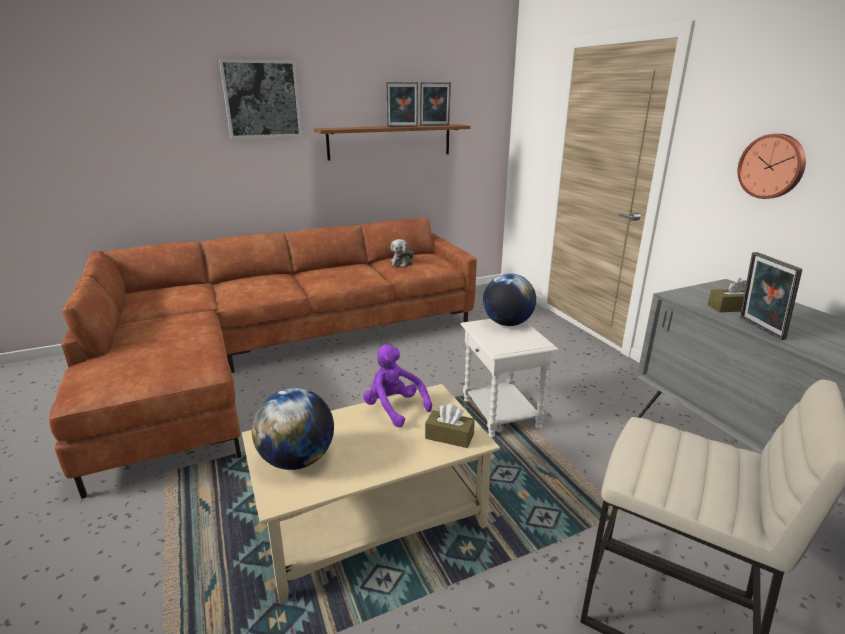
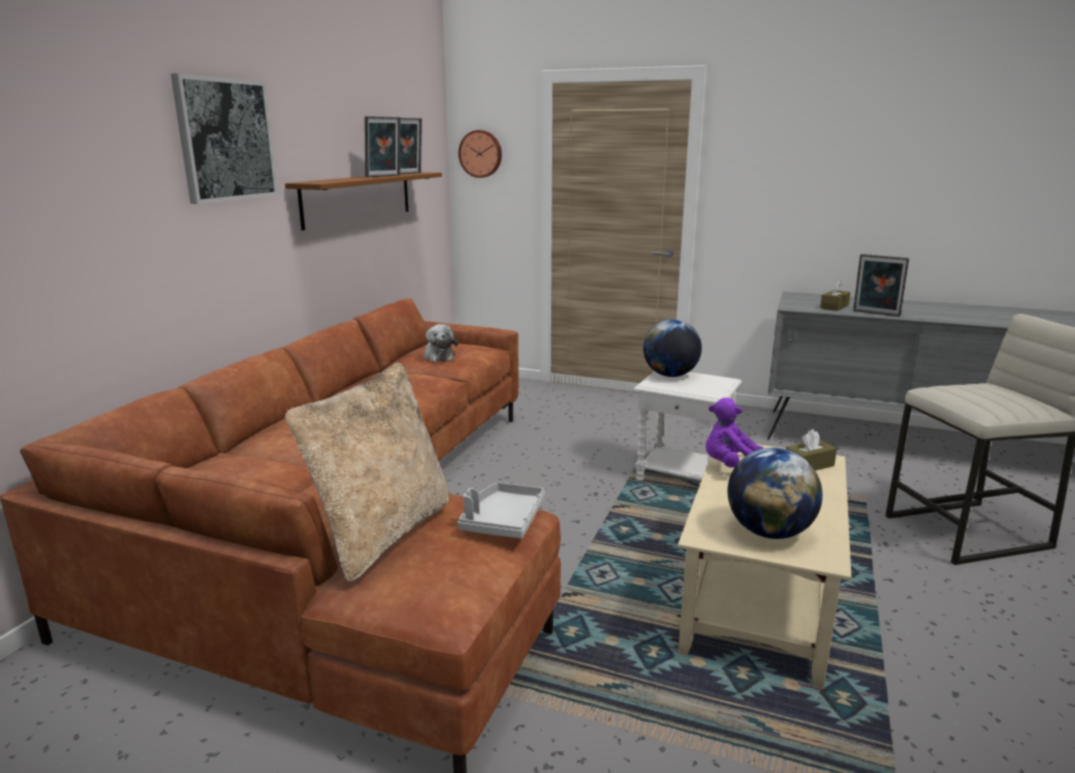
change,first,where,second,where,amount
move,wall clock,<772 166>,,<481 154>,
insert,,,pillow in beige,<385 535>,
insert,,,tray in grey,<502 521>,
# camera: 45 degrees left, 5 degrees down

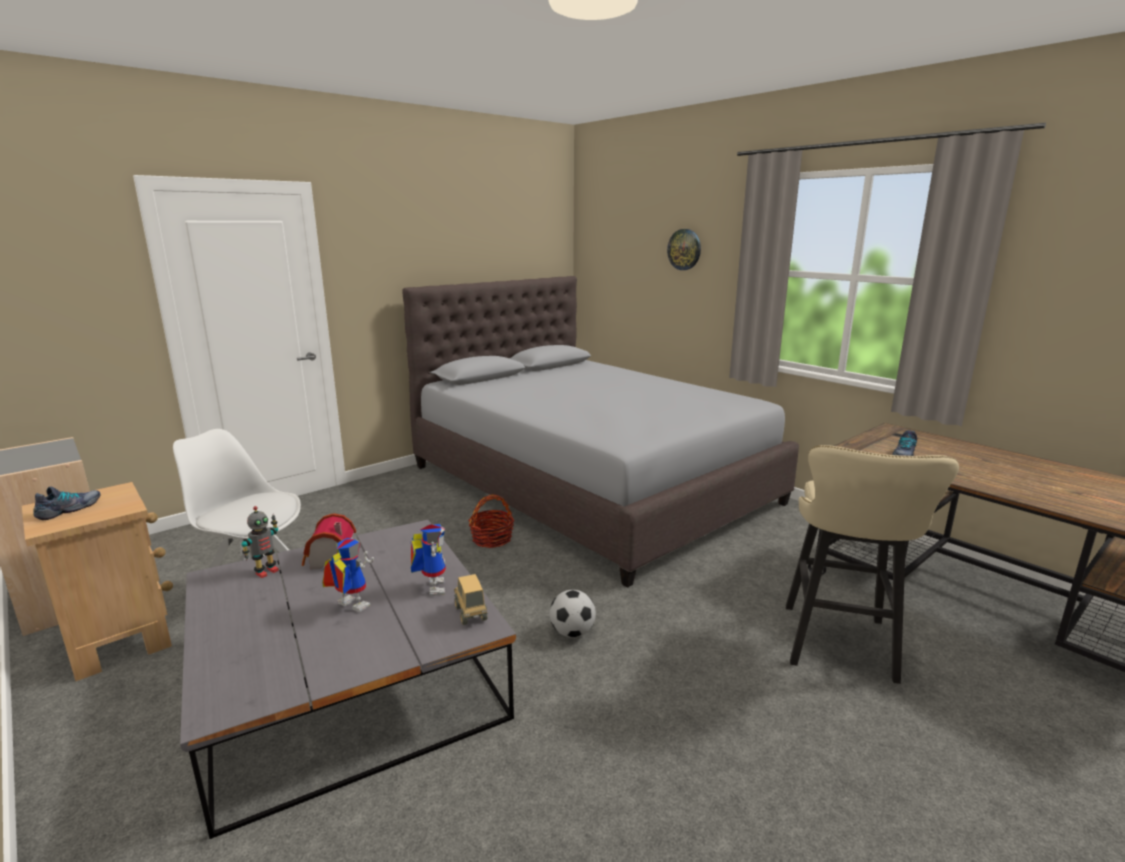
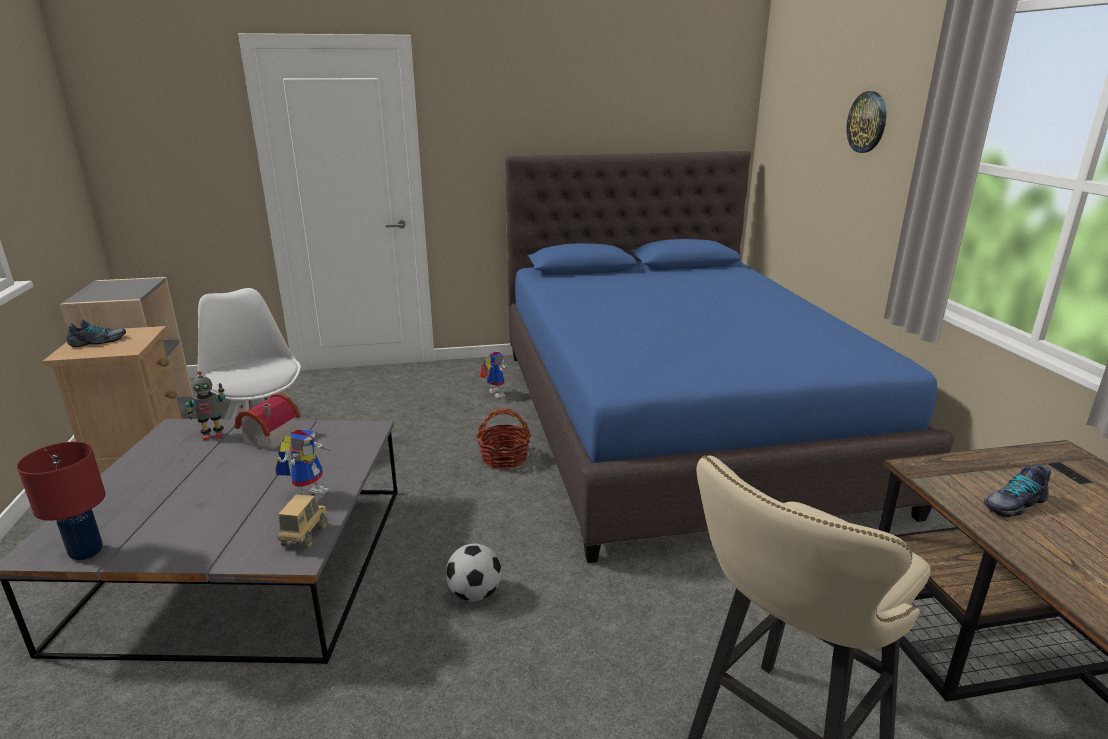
change,first,where,second,where,amount
recolor,bed in grey,<589 484>,bed in blue,<675 421>,
move,toy robot,<348 606>,,<493 394>,
insert,,,table lamp in red,<87 553>,
# camera: 30 degrees right, 5 degrees up

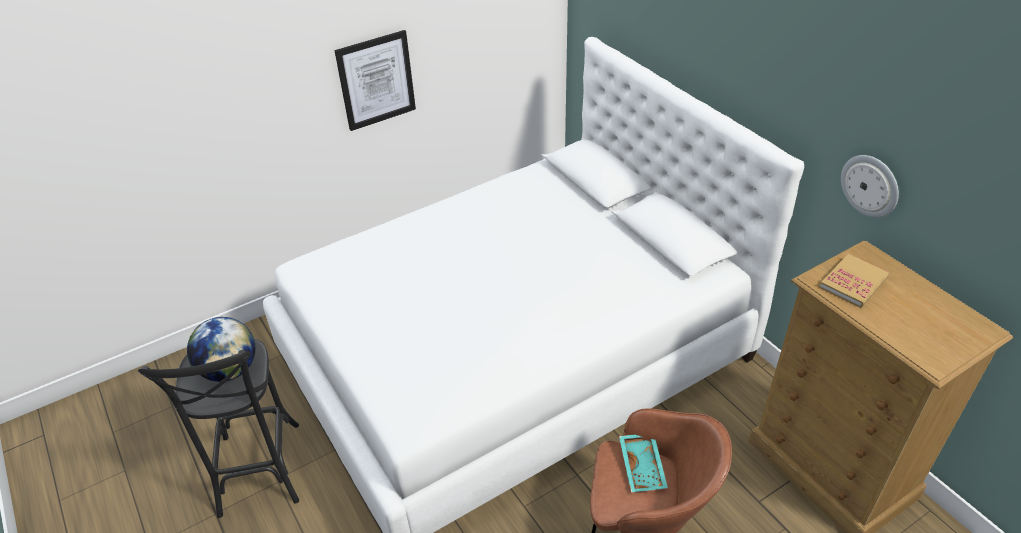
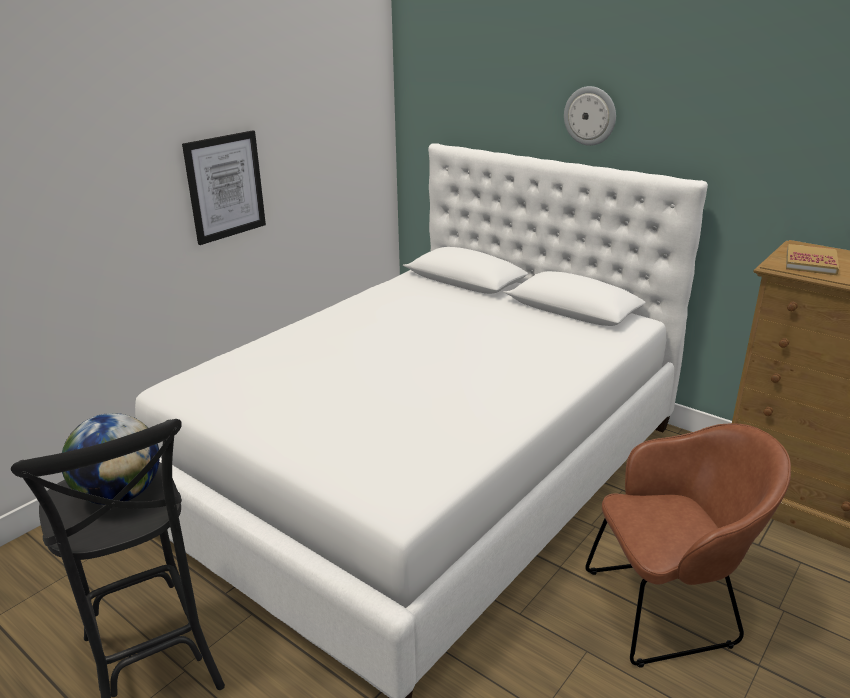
change,first,where,second,where,amount
move,wall clock,<870 185>,,<590 116>,
delete,tray in turquoise,<643 467>,,,
# camera: 20 degrees left, 15 degrees down

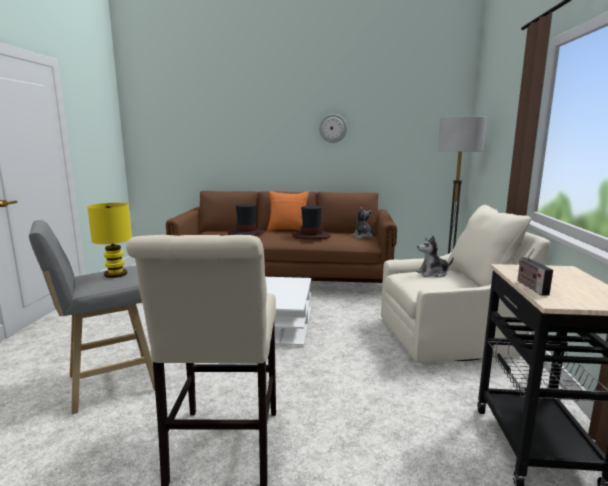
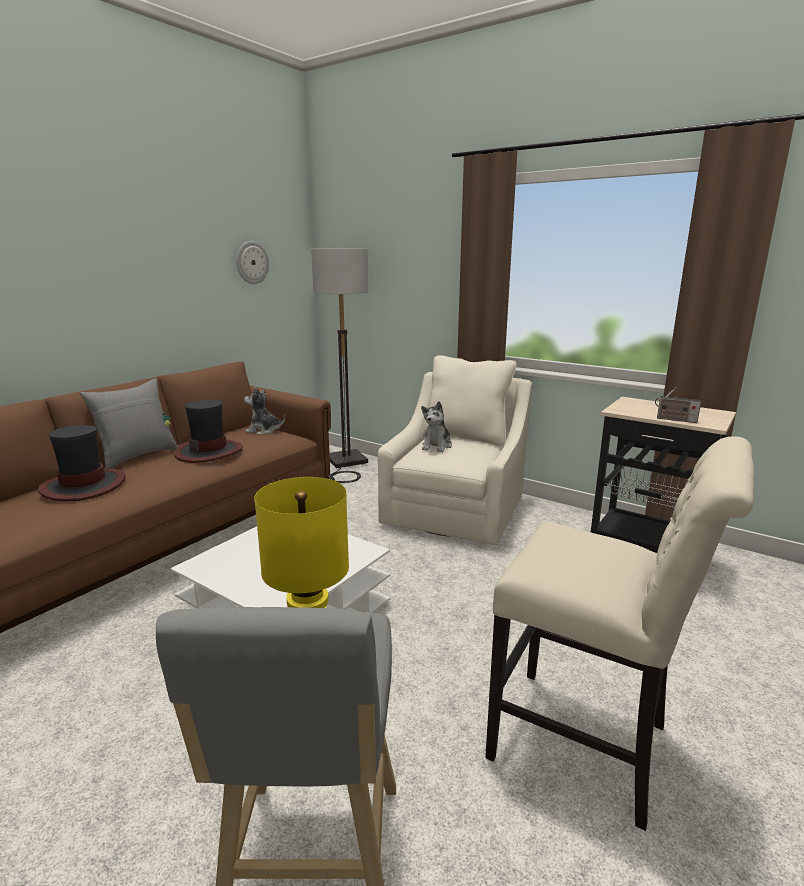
change,first,where,second,where,amount
move,wall clock,<333 128>,,<252 262>,
recolor,pillow in orange,<288 231>,pillow in grey,<138 457>,
# camera: 60 degrees left, 5 degrees up

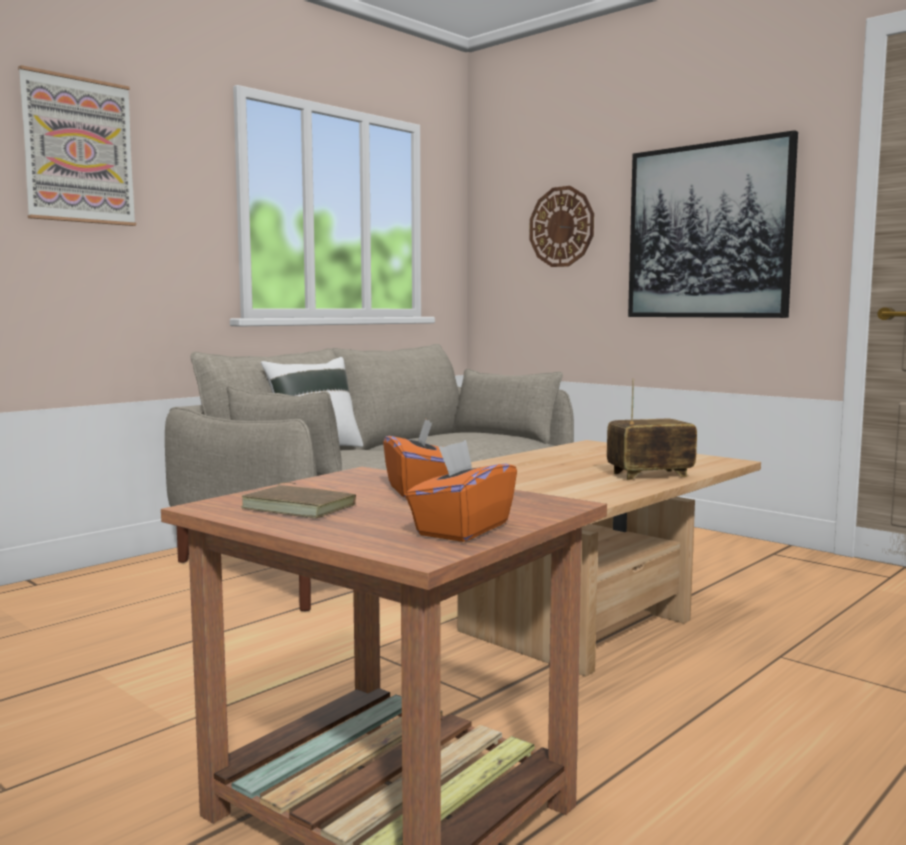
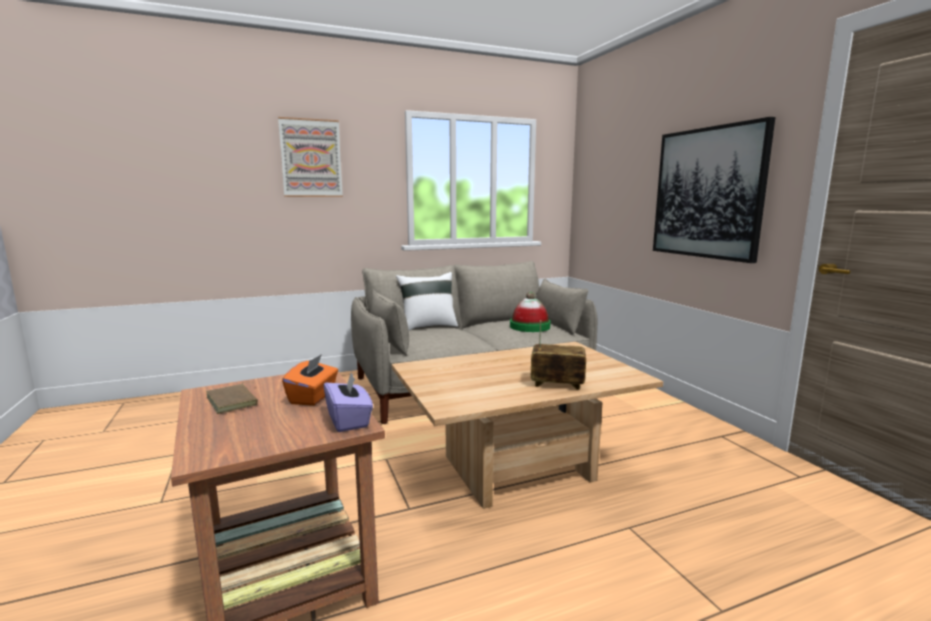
change,first,where,second,where,amount
delete,wall clock,<561 227>,,,
delete,tissue box in orange,<462 529>,,,
insert,,,hat,<529 326>,
insert,,,tissue box in purple,<349 420>,
# camera: 25 degrees right, 5 degrees up

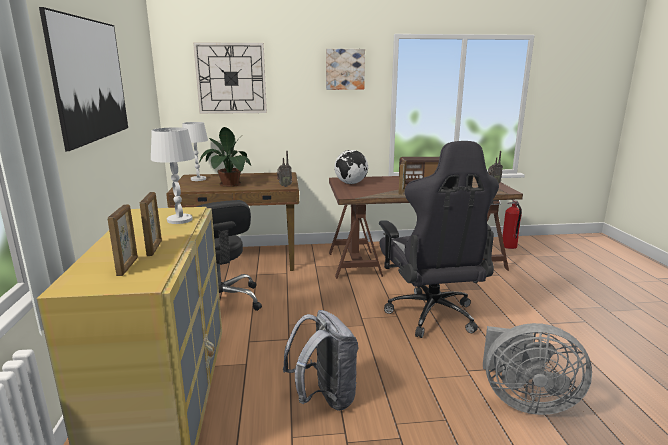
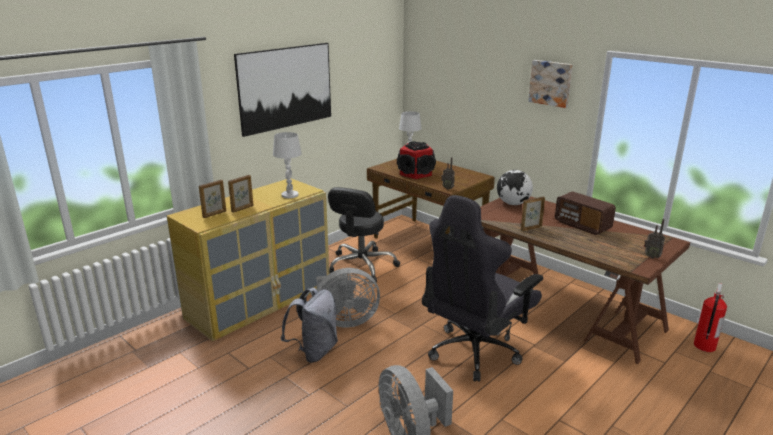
change,first,where,second,where,amount
delete,wall clock,<231 78>,,,
replace,potted plant,<229 184>,speaker,<416 173>,
insert,,,fan in grey,<345 320>,
# camera: 50 degrees right, 5 degrees up

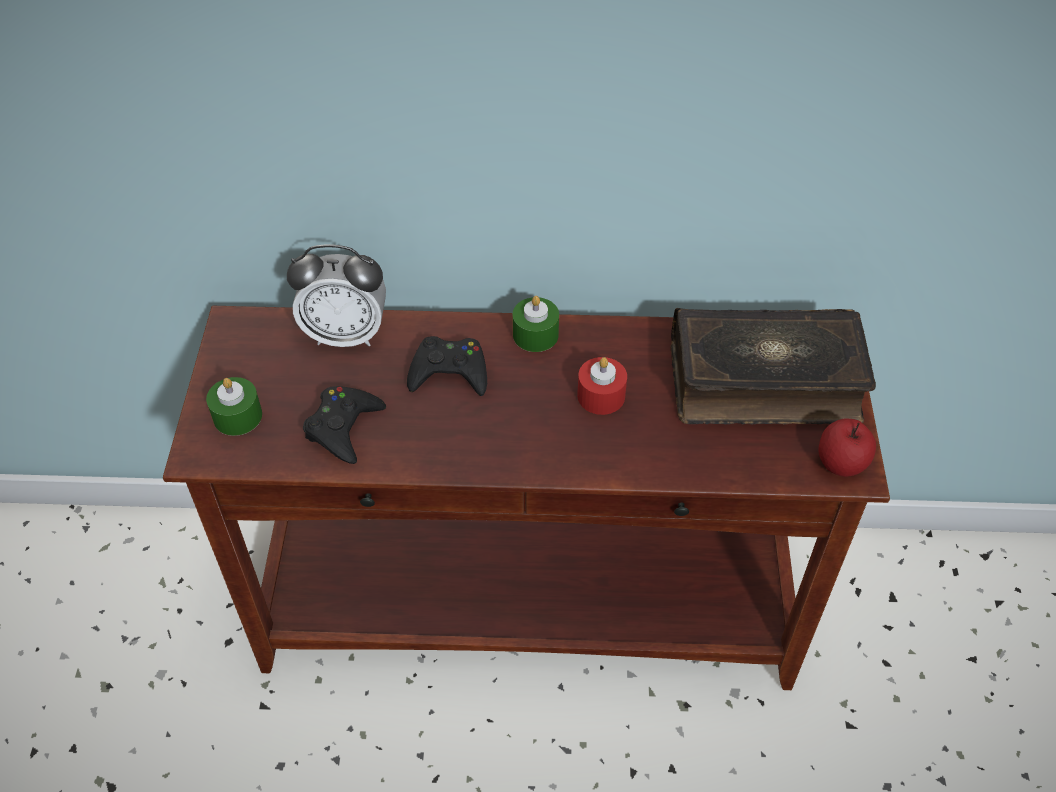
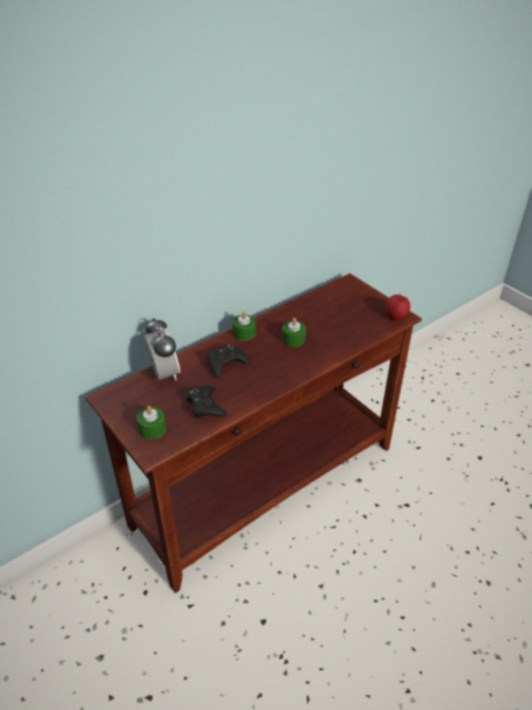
change,first,where,second,where,amount
rotate,alarm clock,<346 334>,,<164 373>,75 degrees counterclockwise
delete,book,<764 382>,,,
recolor,candle in red,<601 396>,candle in green,<293 339>,
# camera: 40 degrees left, 10 degrees down

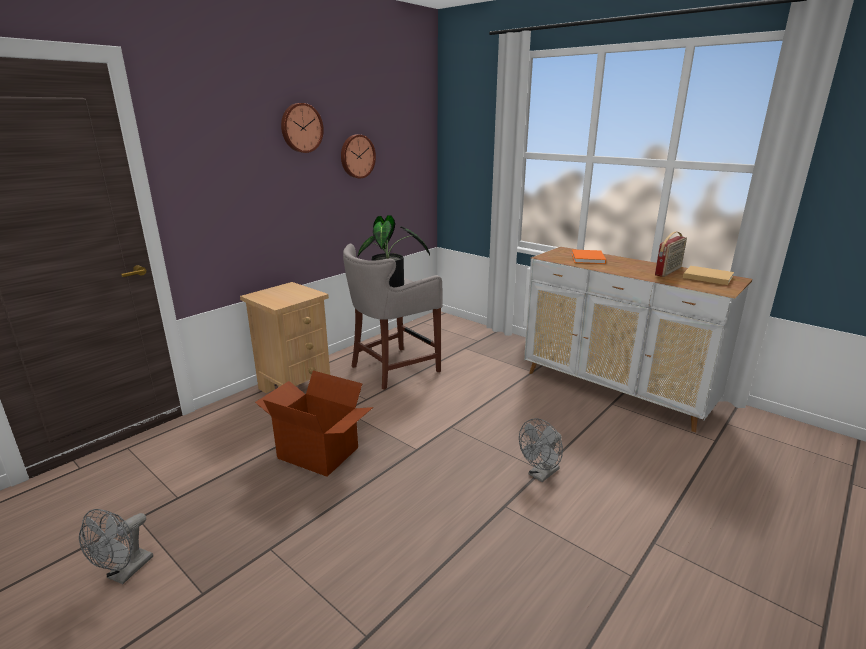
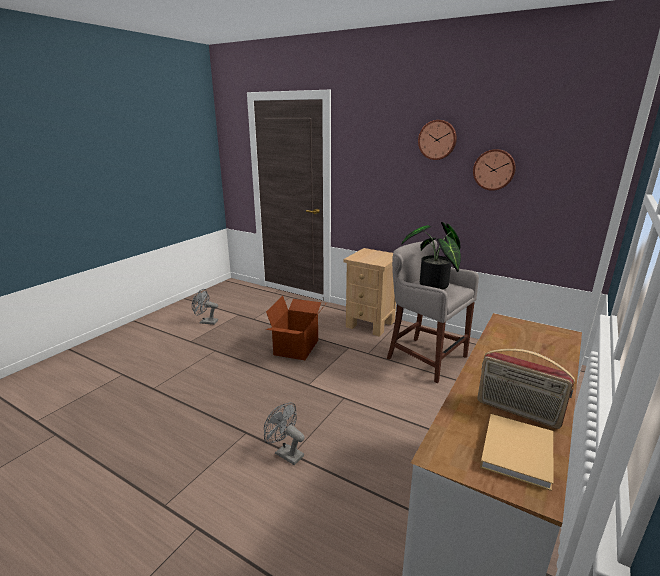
change,first,where,second,where,amount
delete,book in orange,<588 258>,,,
# camera: 80 degrees right, 0 degrees up

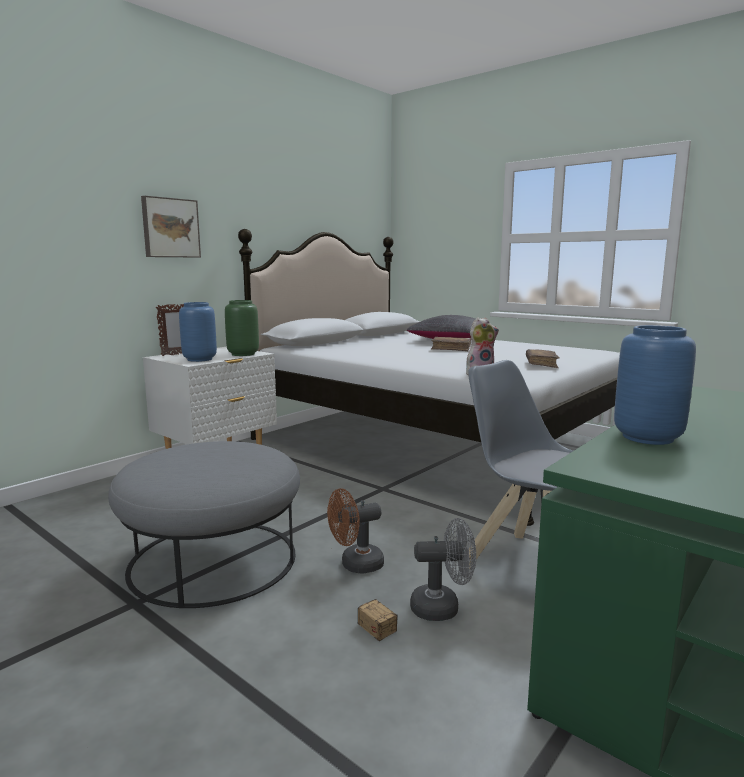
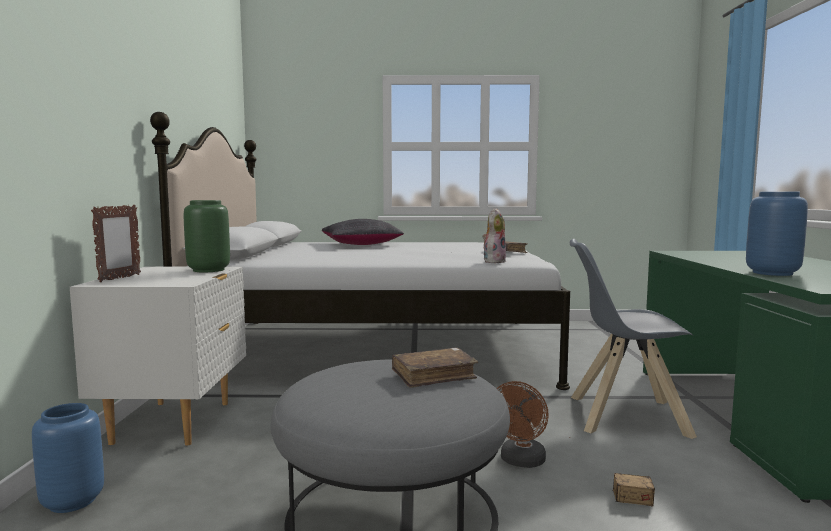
change,first,where,second,where,amount
delete,picture,<170 228>,,,
move,vase in blue,<200 359>,,<74 501>,
move,book in brown,<451 349>,,<433 376>,
delete,fan in grey,<442 607>,,,
# camera: 40 degrees left, 5 degrees down

